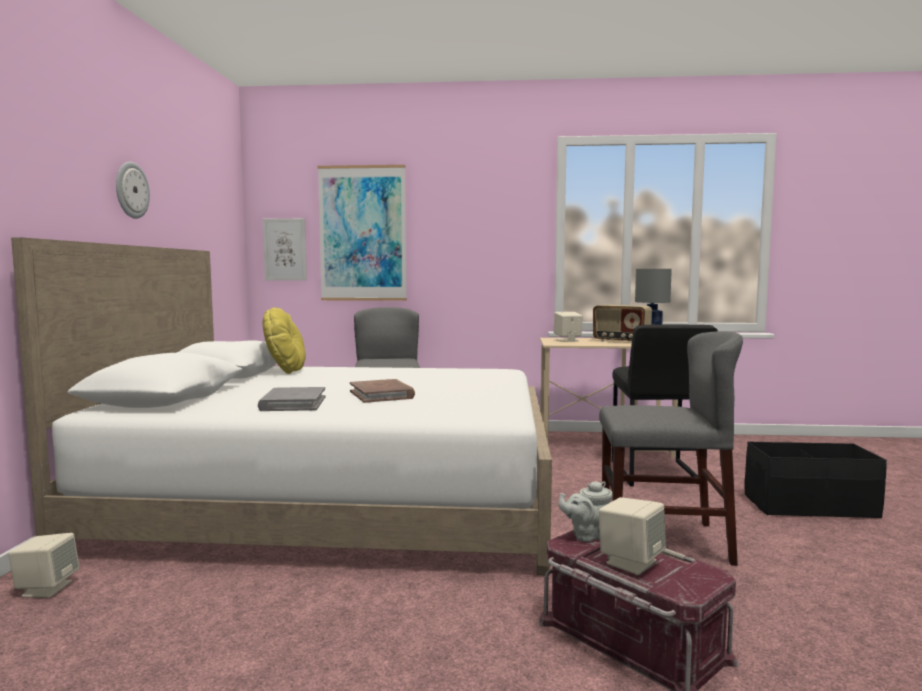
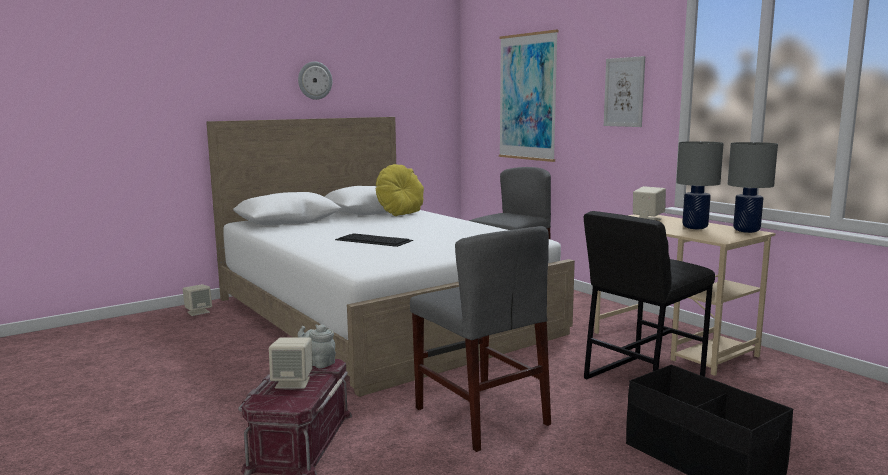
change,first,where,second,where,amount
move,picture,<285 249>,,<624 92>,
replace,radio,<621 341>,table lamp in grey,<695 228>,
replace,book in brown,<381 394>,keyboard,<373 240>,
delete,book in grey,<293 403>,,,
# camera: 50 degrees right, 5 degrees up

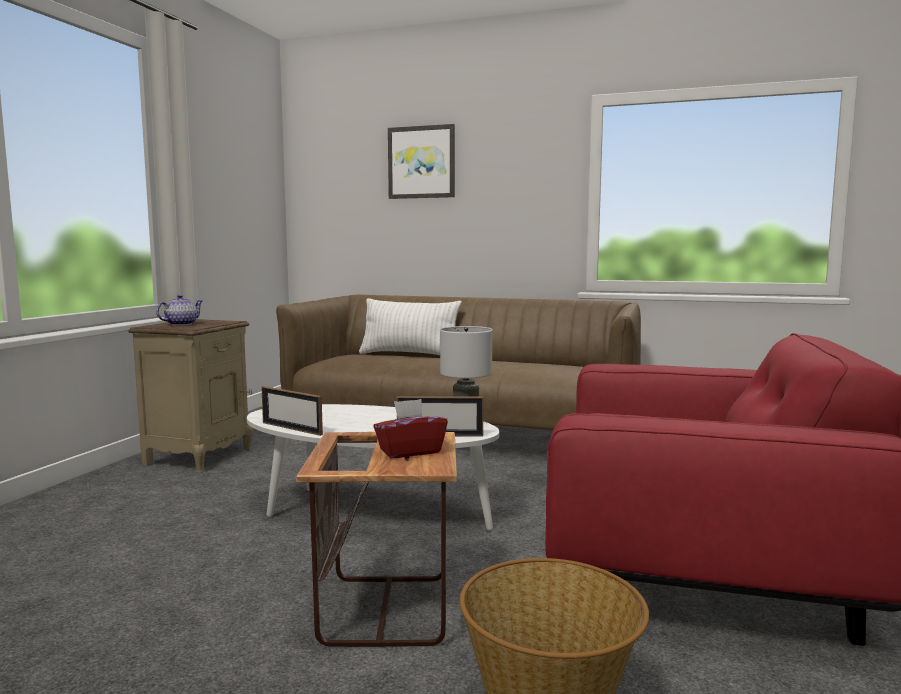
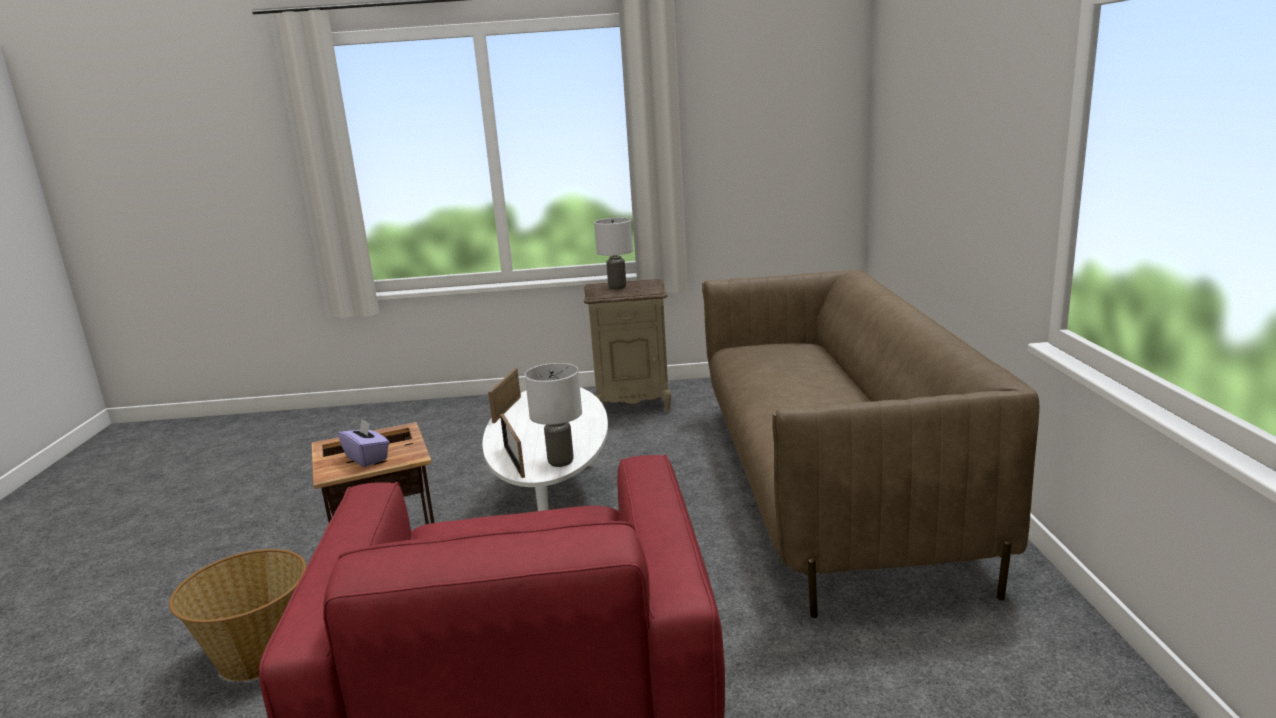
change,first,where,second,where,amount
delete,picture,<421 162>,,,
replace,teapot,<181 324>,table lamp in white,<617 287>,
delete,pillow in white,<409 355>,,,
recolor,tissue box in red,<410 451>,tissue box in purple,<367 458>,
# camera: 70 degrees right, 10 degrees up

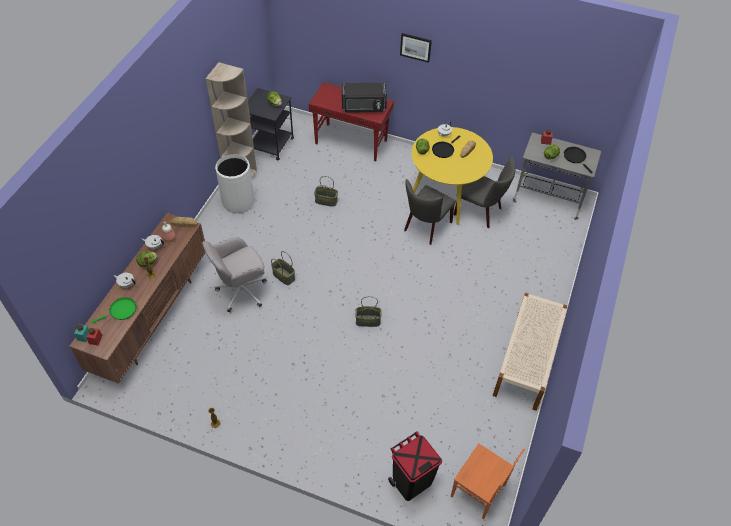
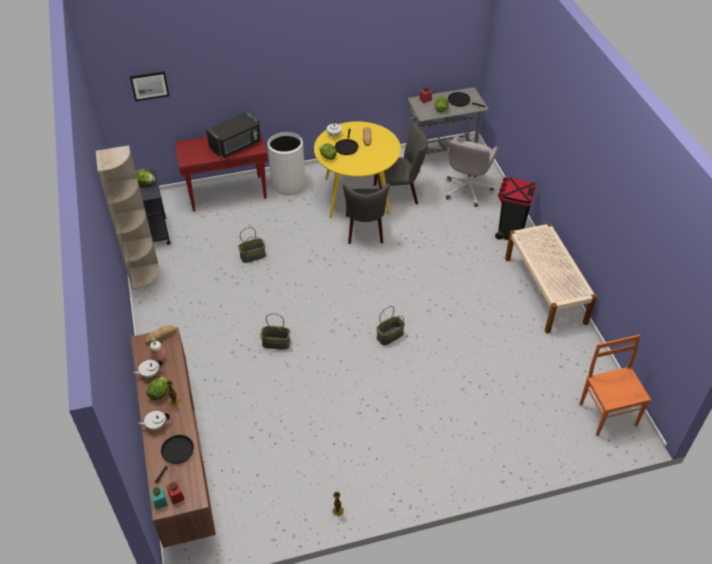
change,first,where,second,where,amount
move,picture,<415 47>,,<149 85>,
move,trash can in white,<238 201>,,<288 184>,
move,office chair in grey,<241 292>,,<467 191>,
recolor,frying pan in green,<121 311>,frying pan in black,<176 453>,
move,trash can in black,<411 482>,,<510 231>,
rotate,chair in orange,<479 491>,,<607 413>,105 degrees counterclockwise
# camera: 35 degrees left, 5 degrees down

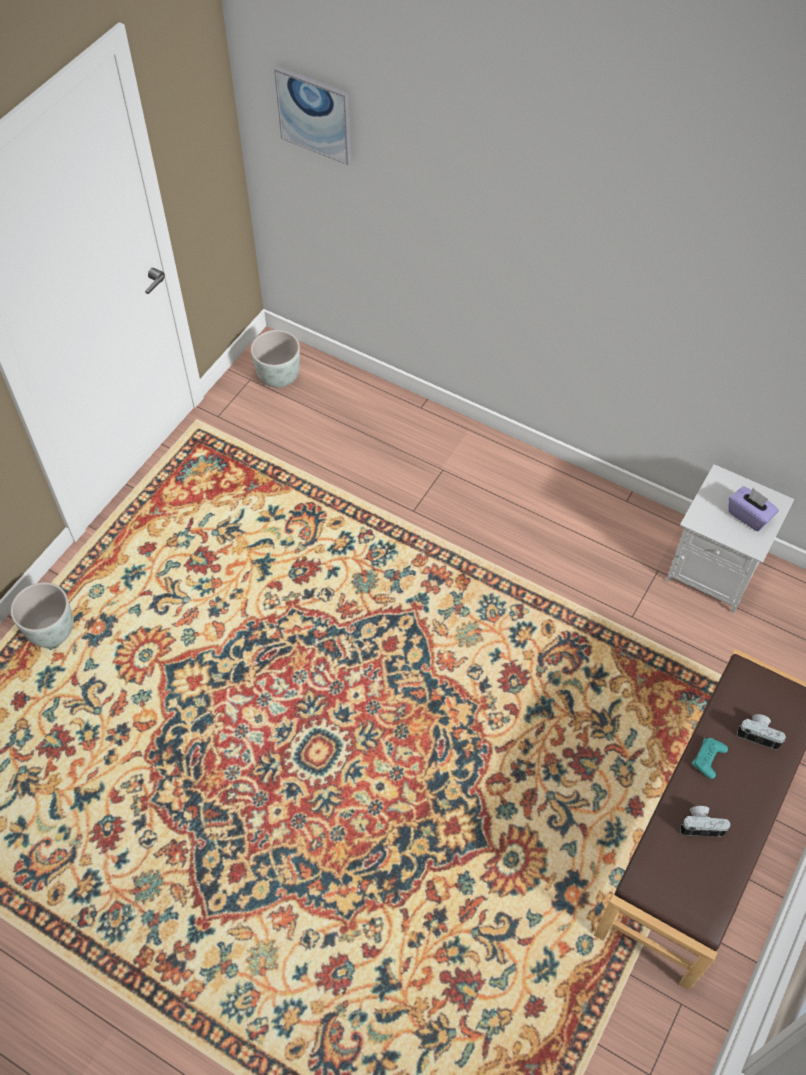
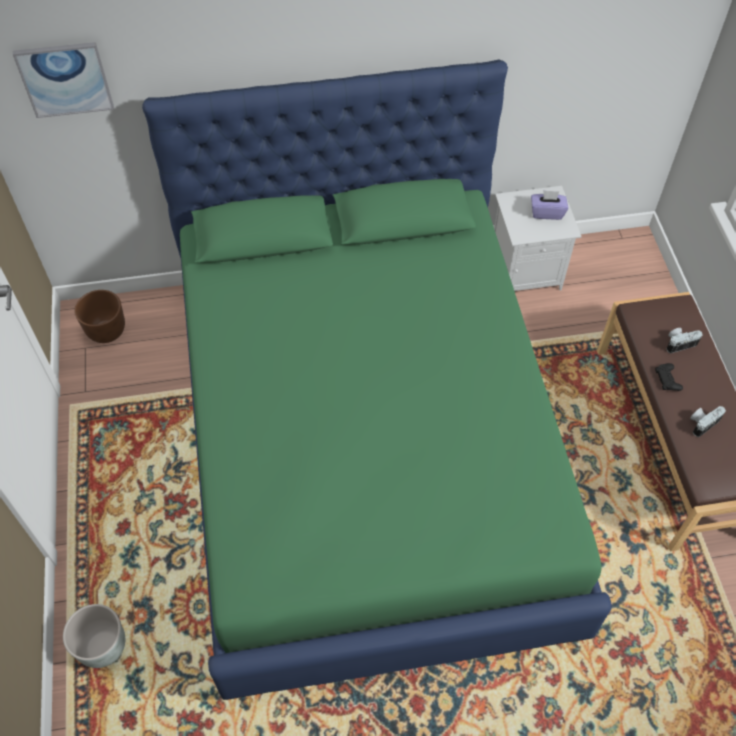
change,first,where,second,where,amount
recolor,planter in grey,<279 376>,planter in brown,<107 331>,
recolor,game controller in turquoise,<708 759>,game controller in black,<667 379>,
insert,,,bed in green,<367 444>,
# camera: 40 degrees left, 0 degrees up

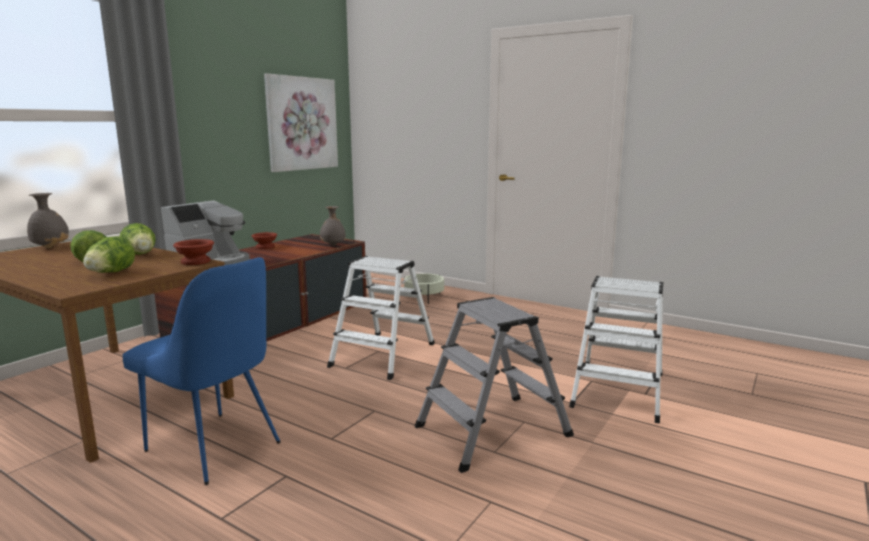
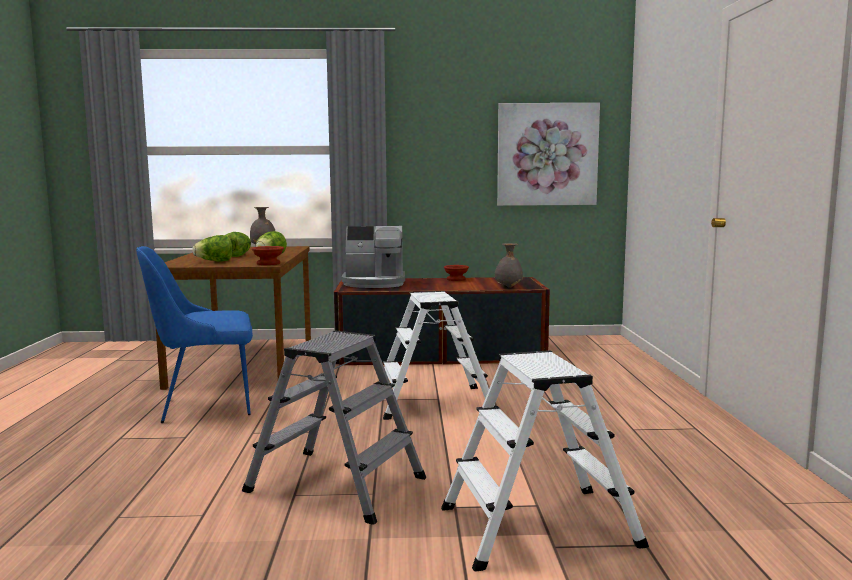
change,first,where,second,where,amount
rotate,chair in blue,<215 446>,,<206 407>,75 degrees clockwise
delete,planter in beige,<424 297>,,,
# camera: 55 degrees right, 5 degrees down

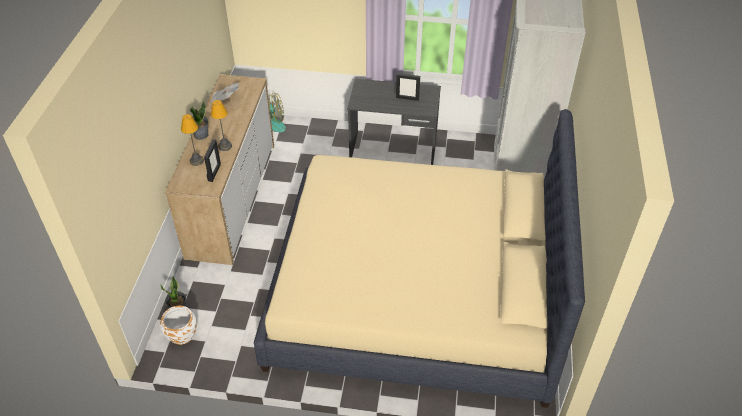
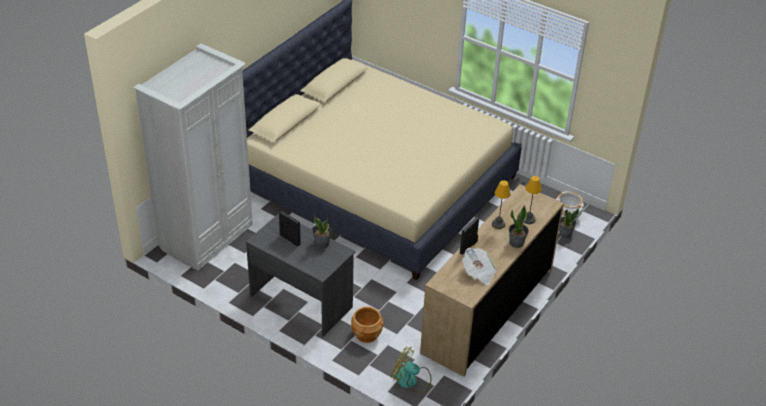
change,first,where,second,where,amount
move,picture frame,<214 172>,,<468 247>,
insert,,,potted plant,<322 243>,
insert,,,planter in brown,<366 335>,
# camera: 155 degrees left, 5 degrees down

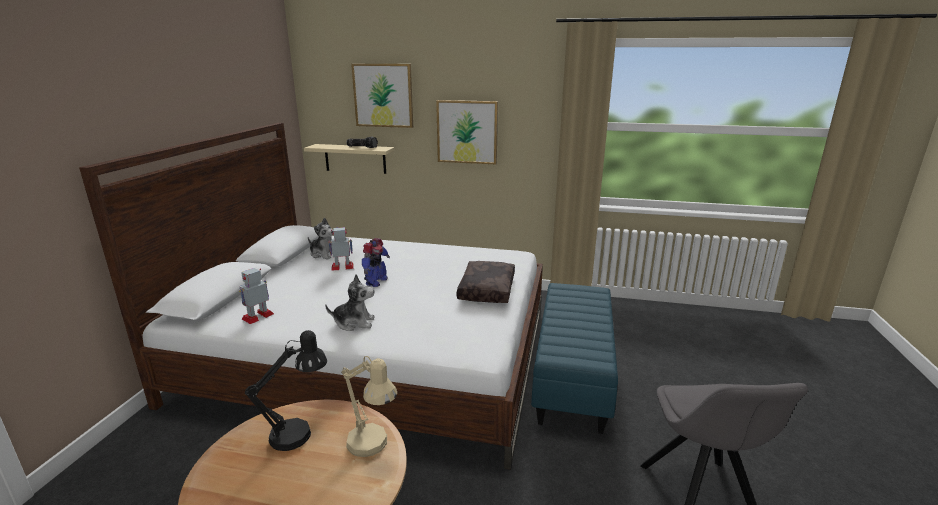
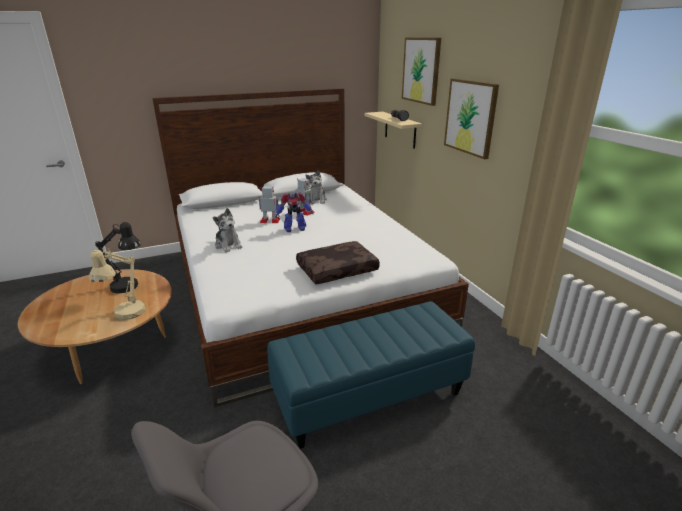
change,first,where,second,where,amount
move,toy robot,<258 316>,,<270 221>,
# camera: 55 degrees right, 5 degrees up

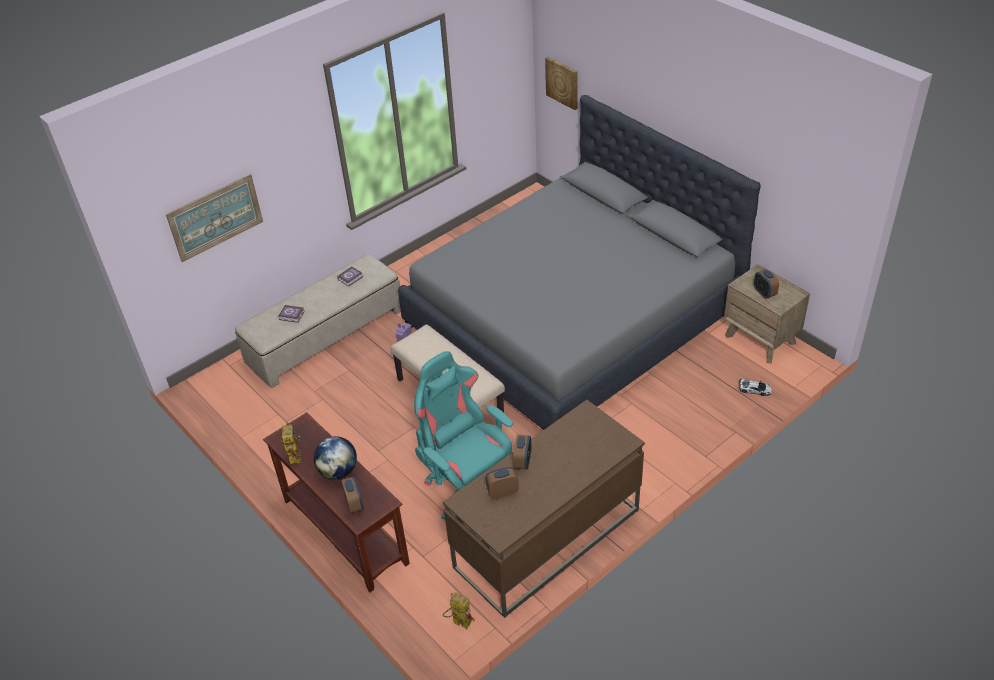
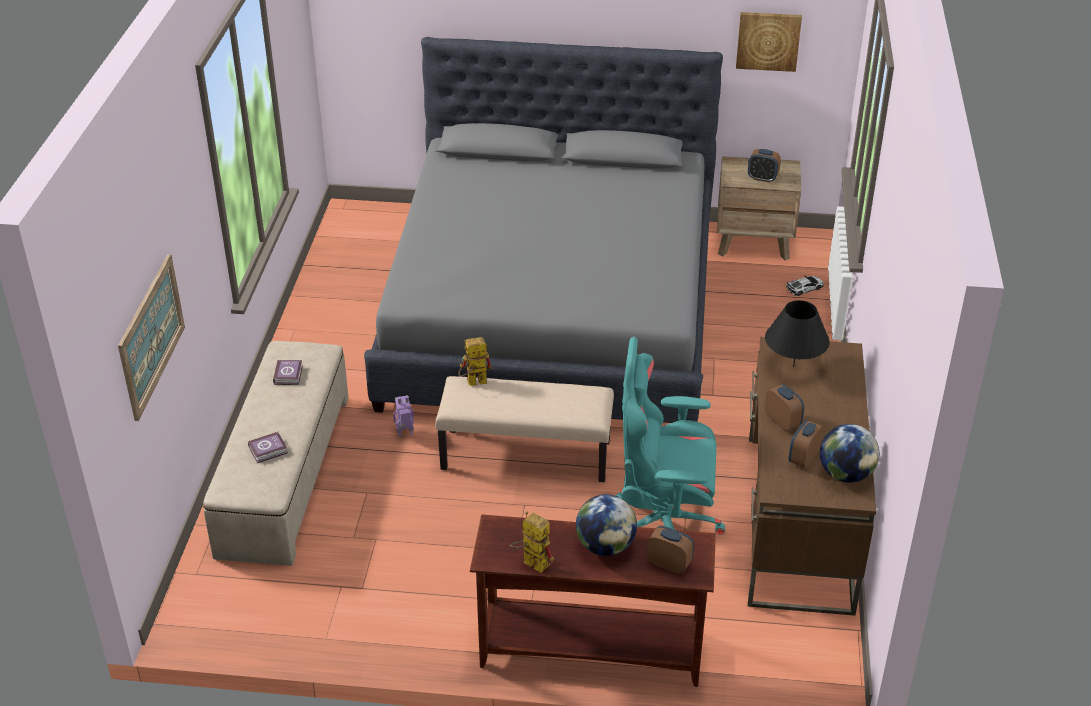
change,first,where,second,where,amount
move,picture,<562 82>,,<768 40>,
move,toy robot,<458 622>,,<472 383>,
insert,,,table lamp in black,<793 366>,
insert,,,globe,<845 474>,
# camera: 45 degrees left, 5 degrees down

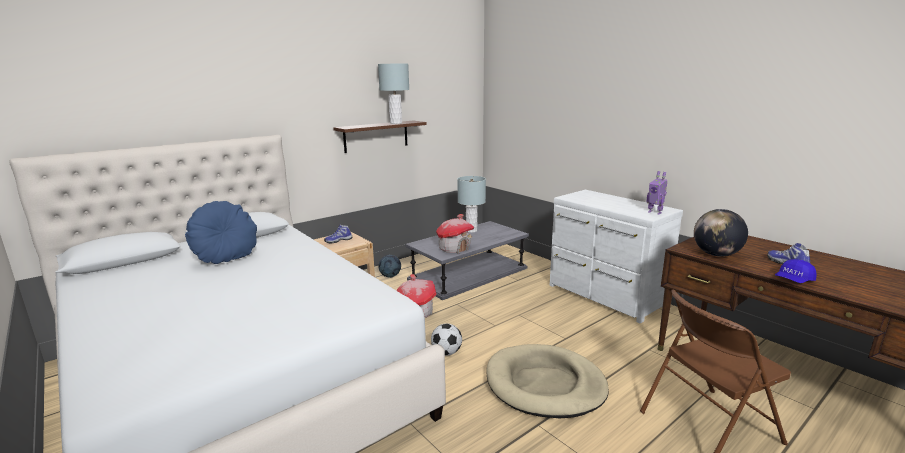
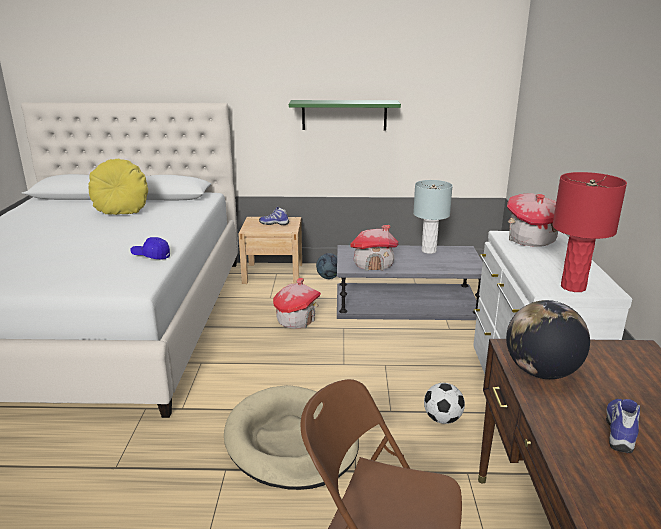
change,first,where,second,where,amount
delete,table lamp in grey,<395 123>,,,
recolor,shelf in brown,<376 136>,shelf in green,<344 115>,
replace,toy robot,<655 212>,table lamp in red,<573 287>,
recolor,pillow in blue,<227 259>,pillow in yellow,<122 212>,
move,cap in blue,<793 280>,,<151 256>,
move,football,<446 352>,,<442 419>,
insert,,,toy house,<530 240>,
# camera: 40 degrees right, 5 degrees up

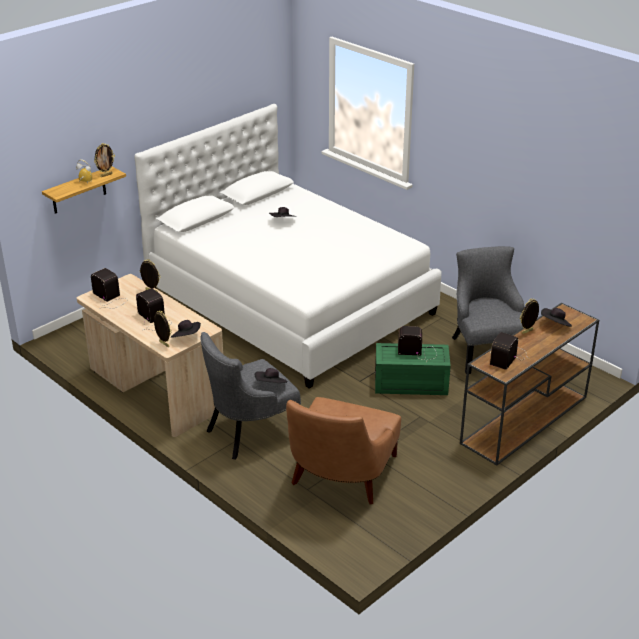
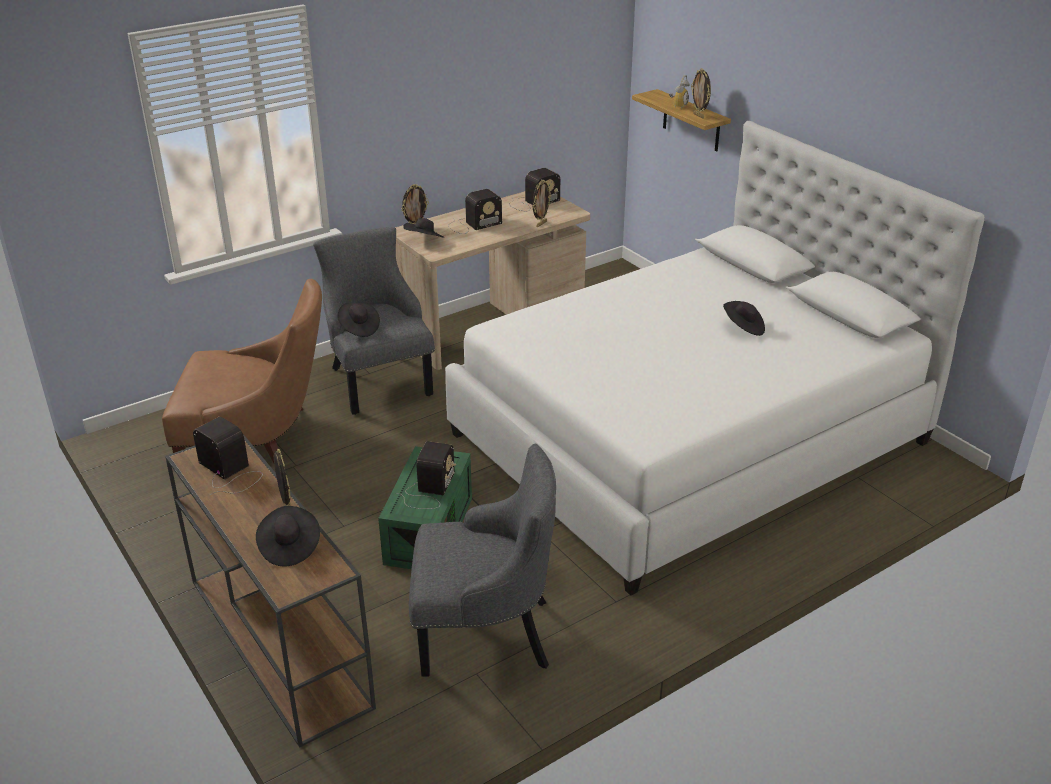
change,first,where,second,where,amount
rotate,armchair in brown,<340 477>,,<257 439>,150 degrees clockwise
# camera: 100 degrees right, 0 degrees up

